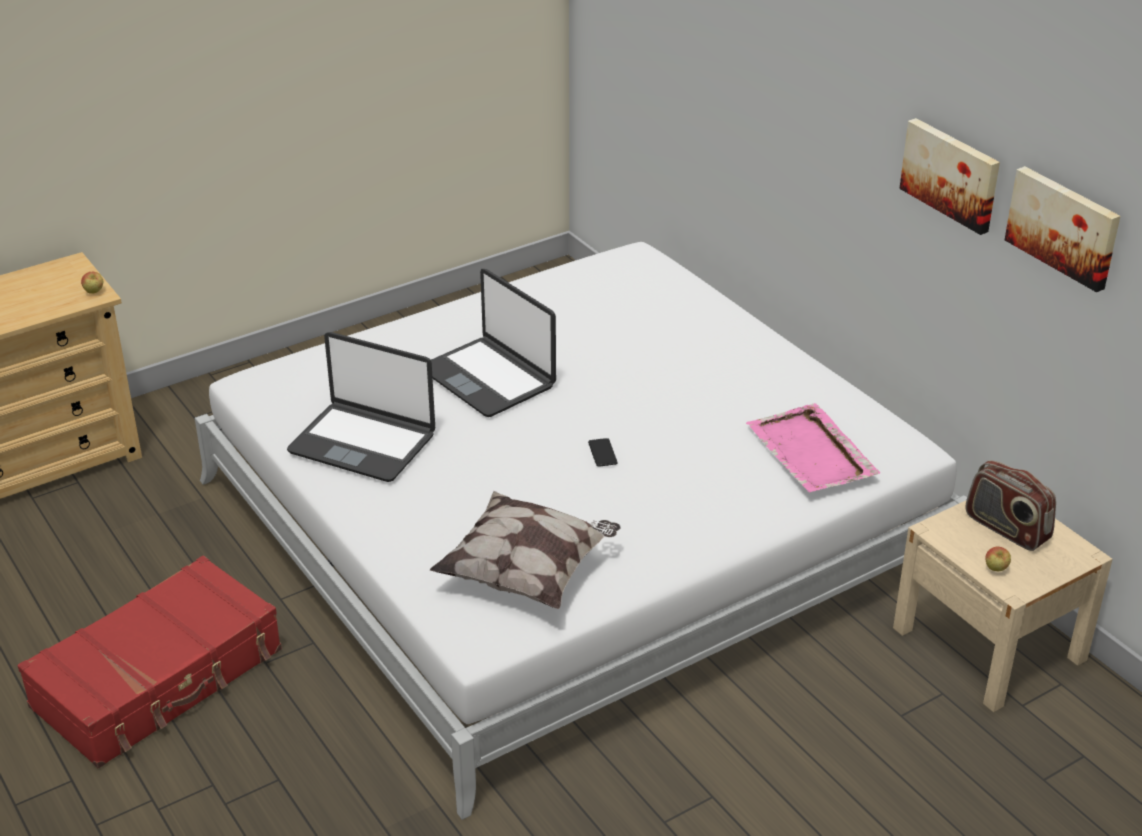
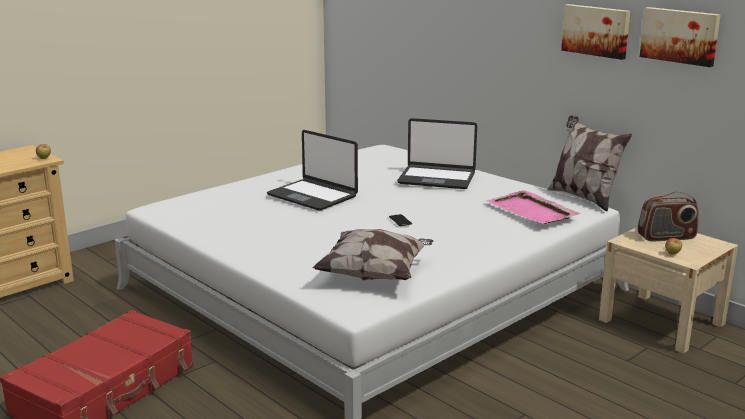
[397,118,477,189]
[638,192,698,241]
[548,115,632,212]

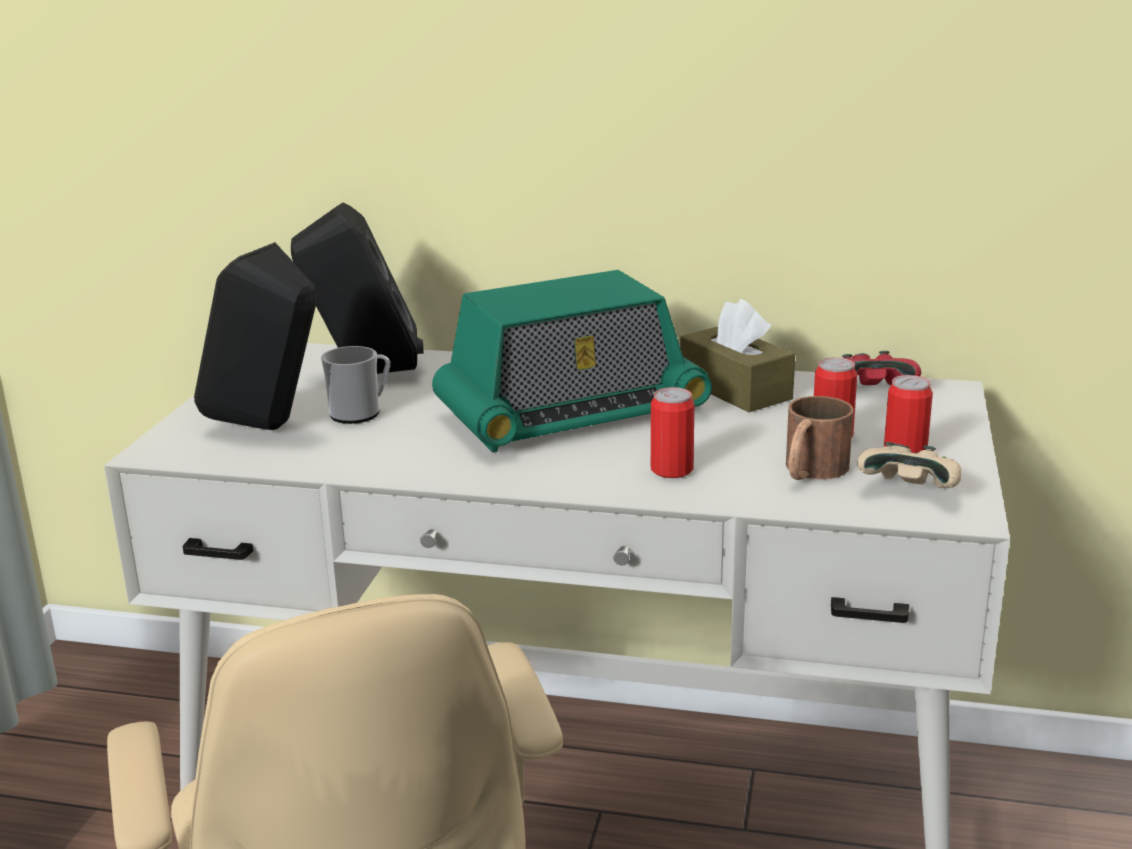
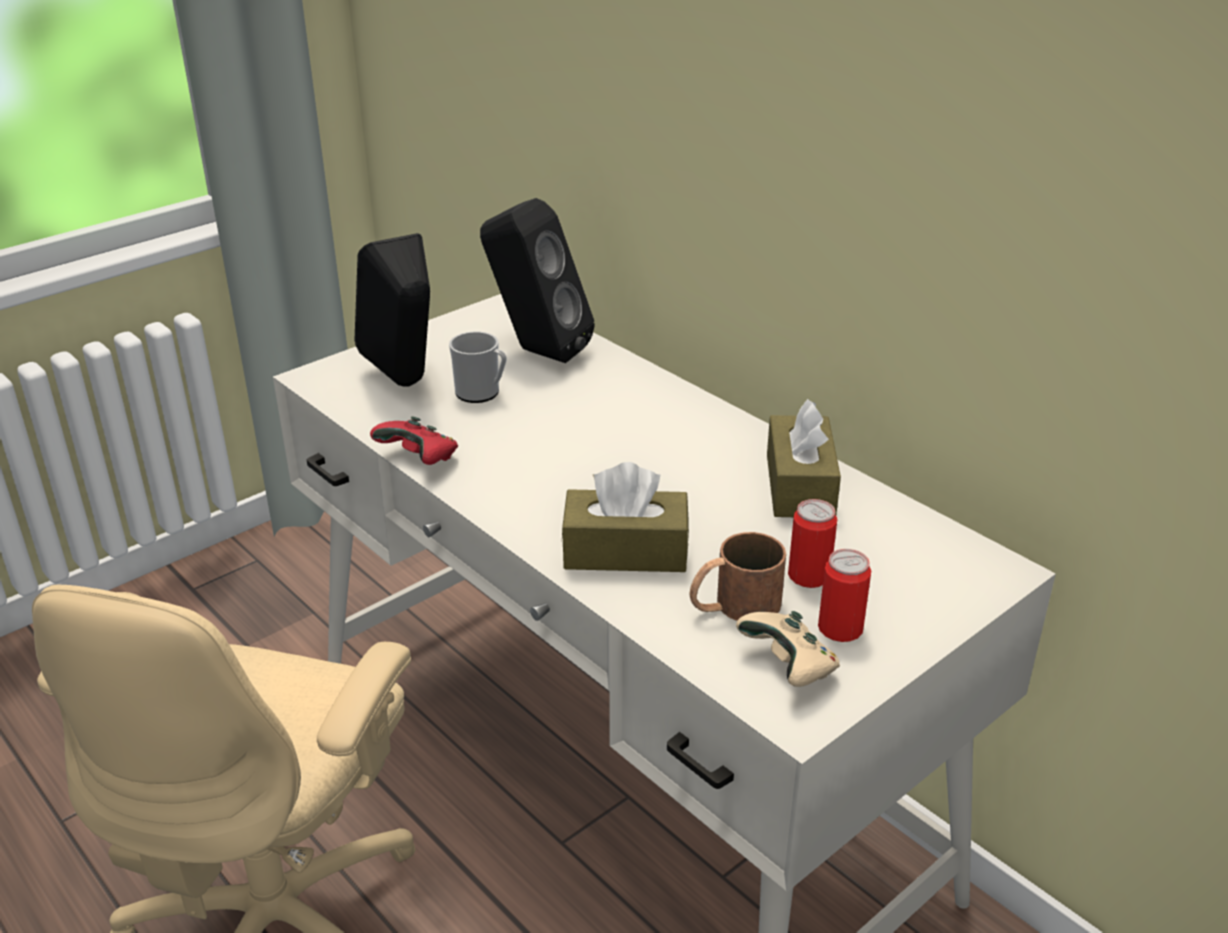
[432,270,712,453] (first image)
[370,416,458,465]
[562,462,689,572]

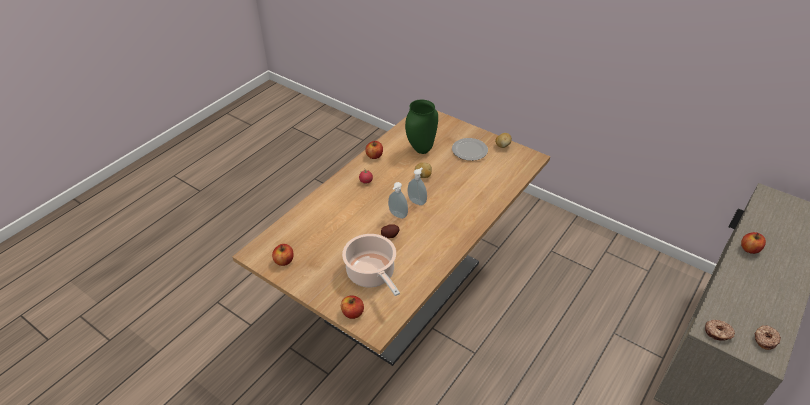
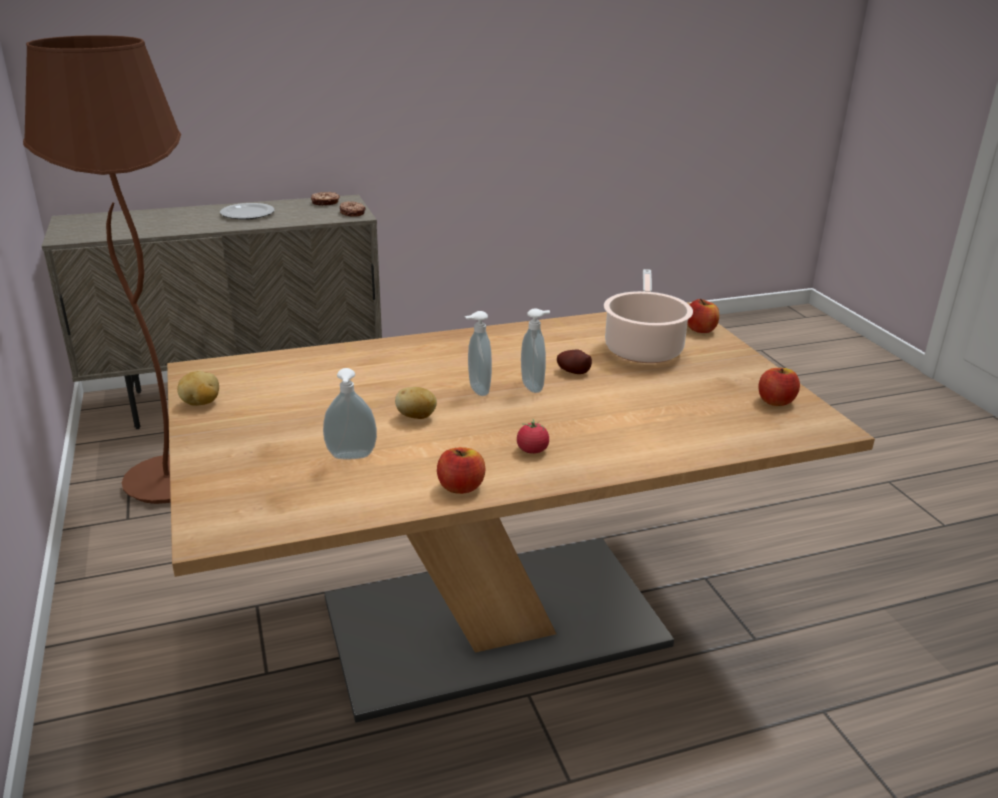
[323,368,377,459]
[220,203,275,220]
[741,232,766,254] (first image)
[23,35,181,504]

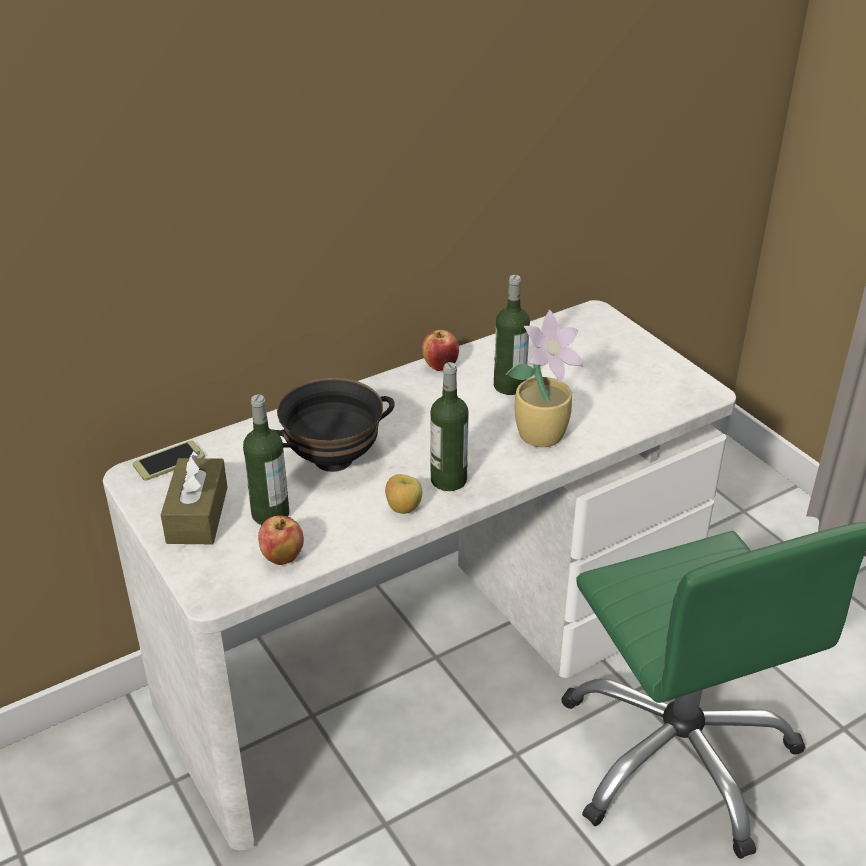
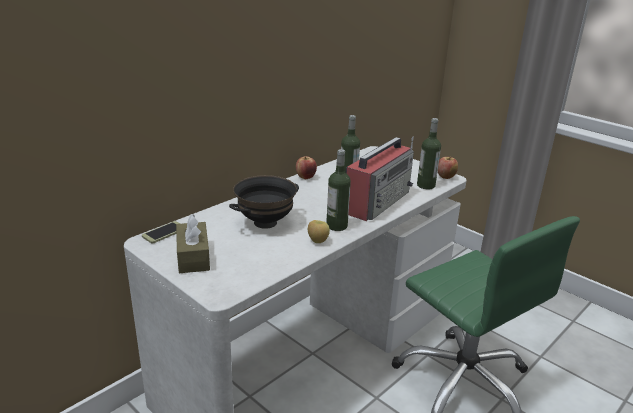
[346,136,414,221]
[417,118,441,189]
[438,156,458,179]

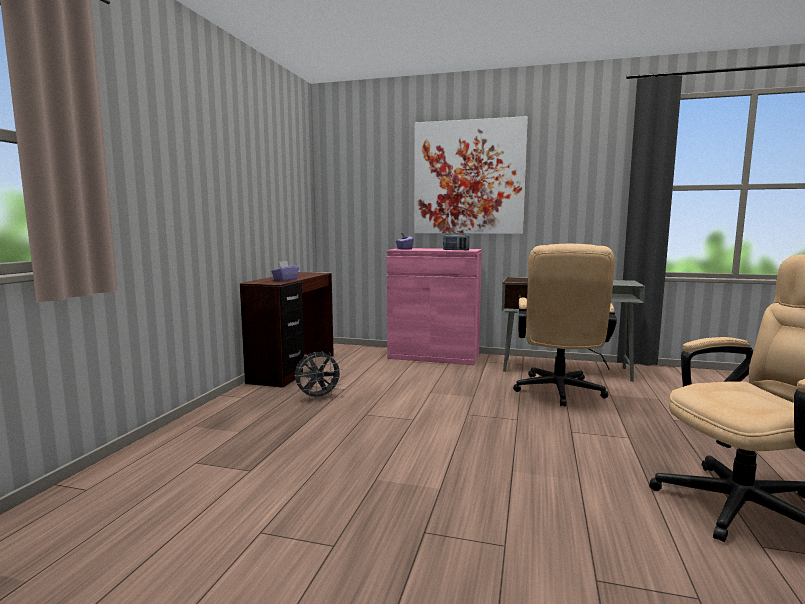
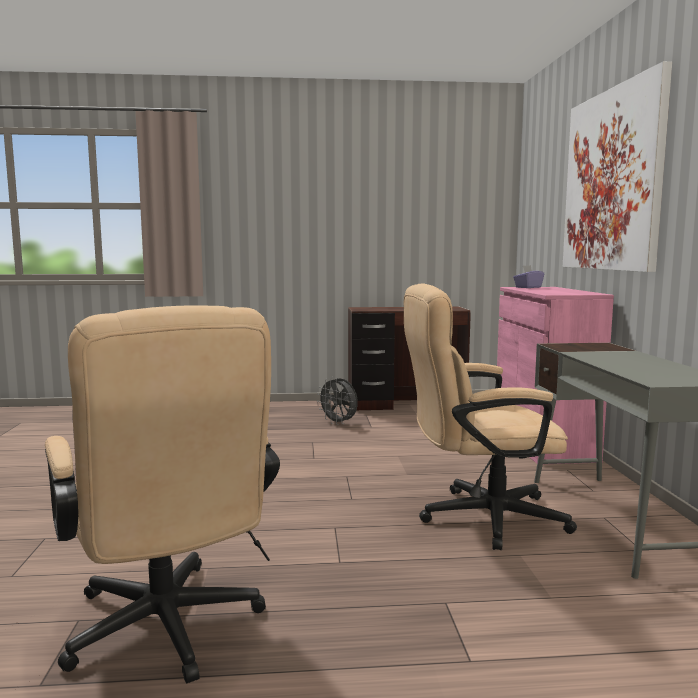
[443,233,469,251] (first image)
[271,261,299,281] (first image)

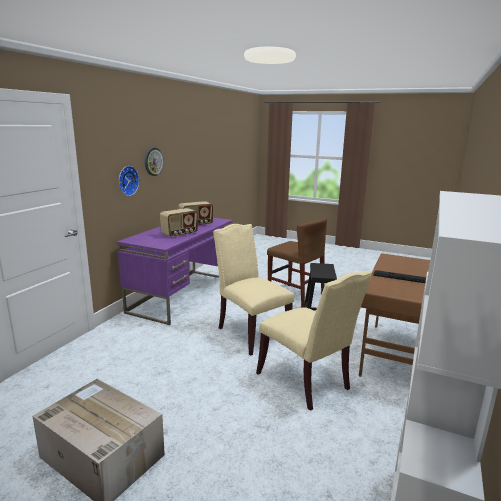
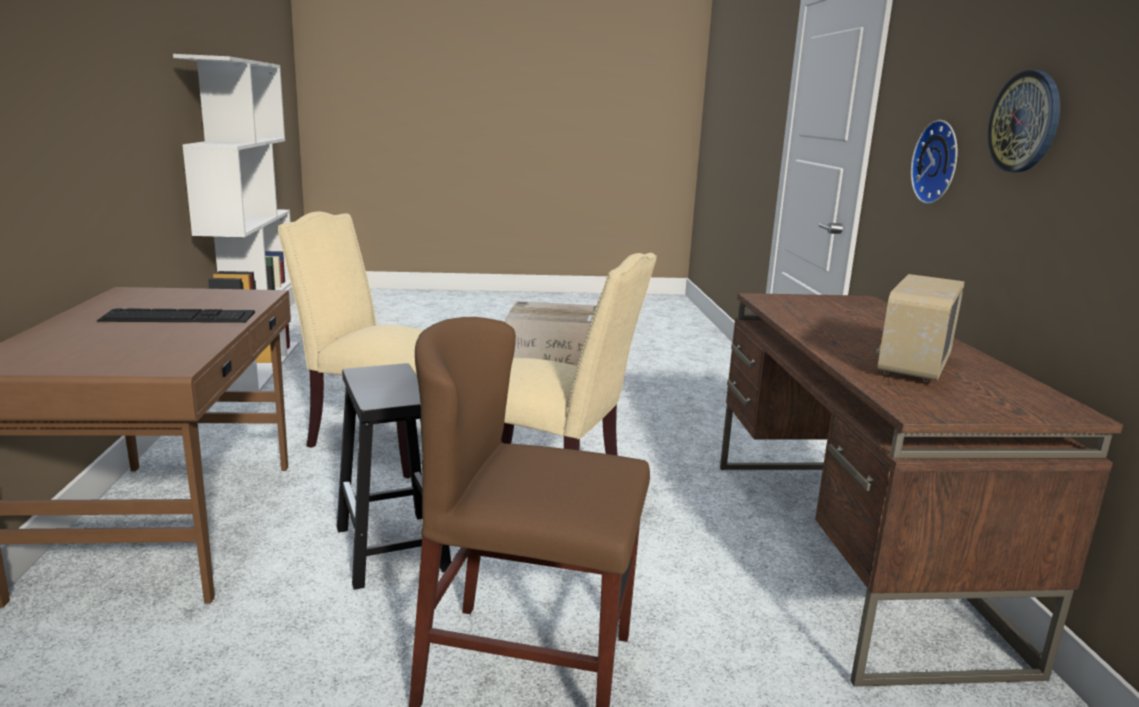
[160,208,198,237] (first image)
[720,293,1123,687]

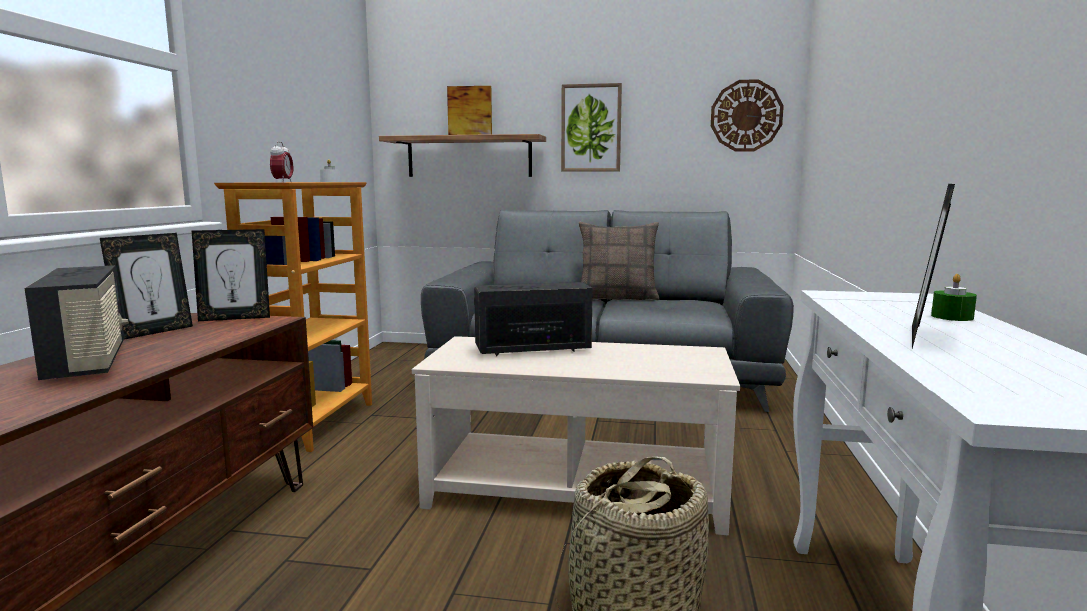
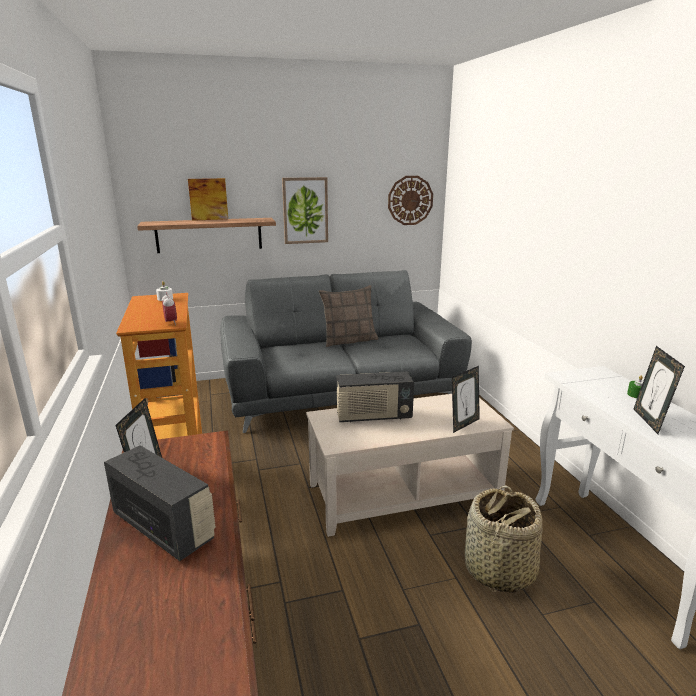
[452,366,480,433]
[337,372,414,423]

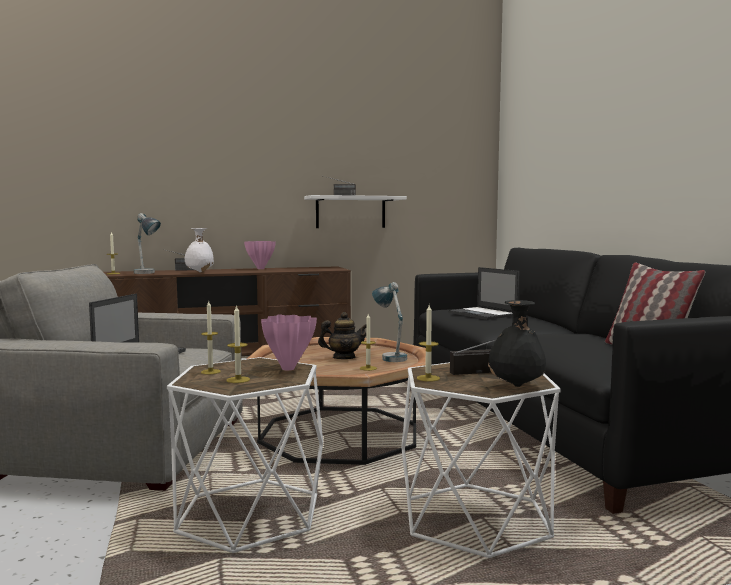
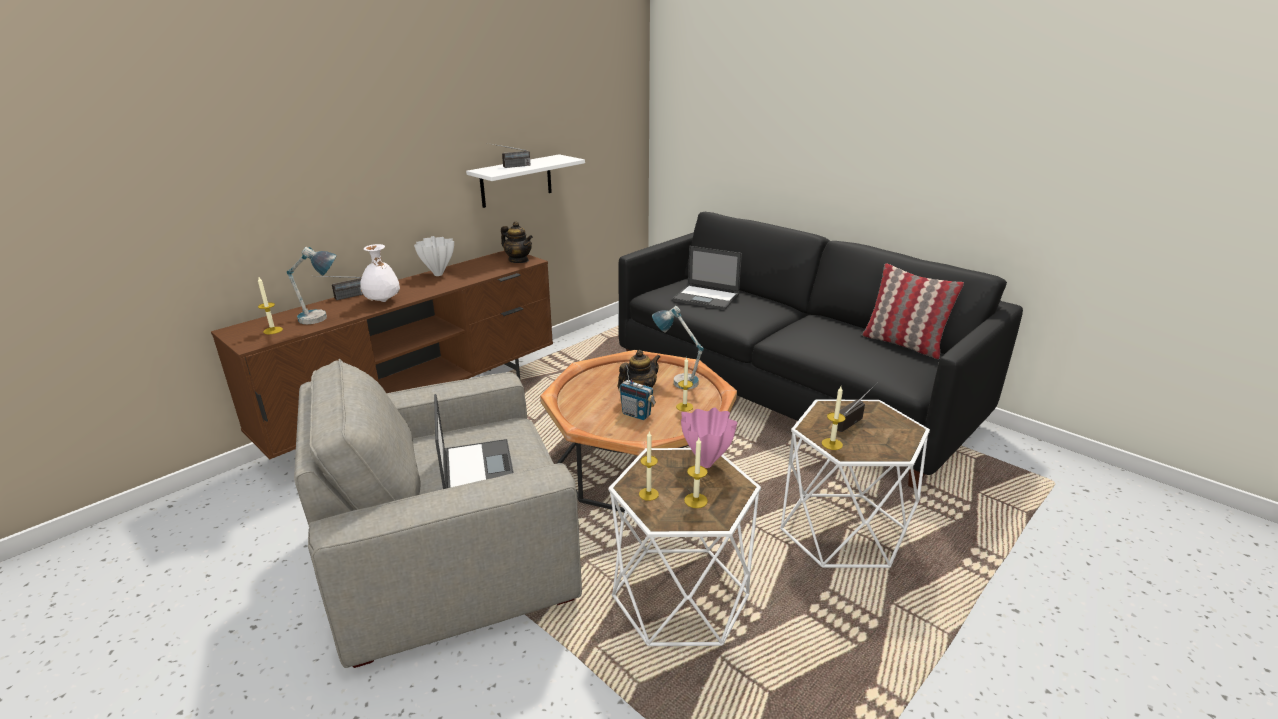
[414,236,454,276]
[488,300,546,387] (first image)
[501,221,533,263]
[619,365,656,420]

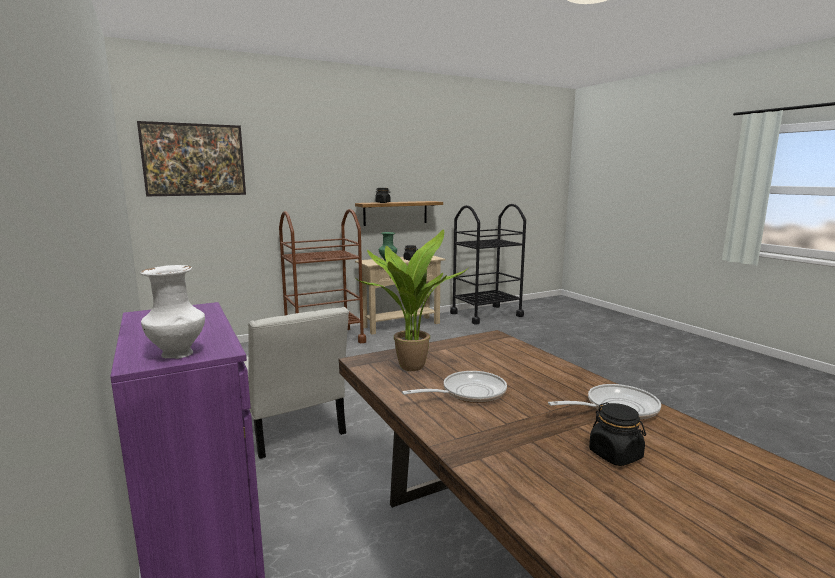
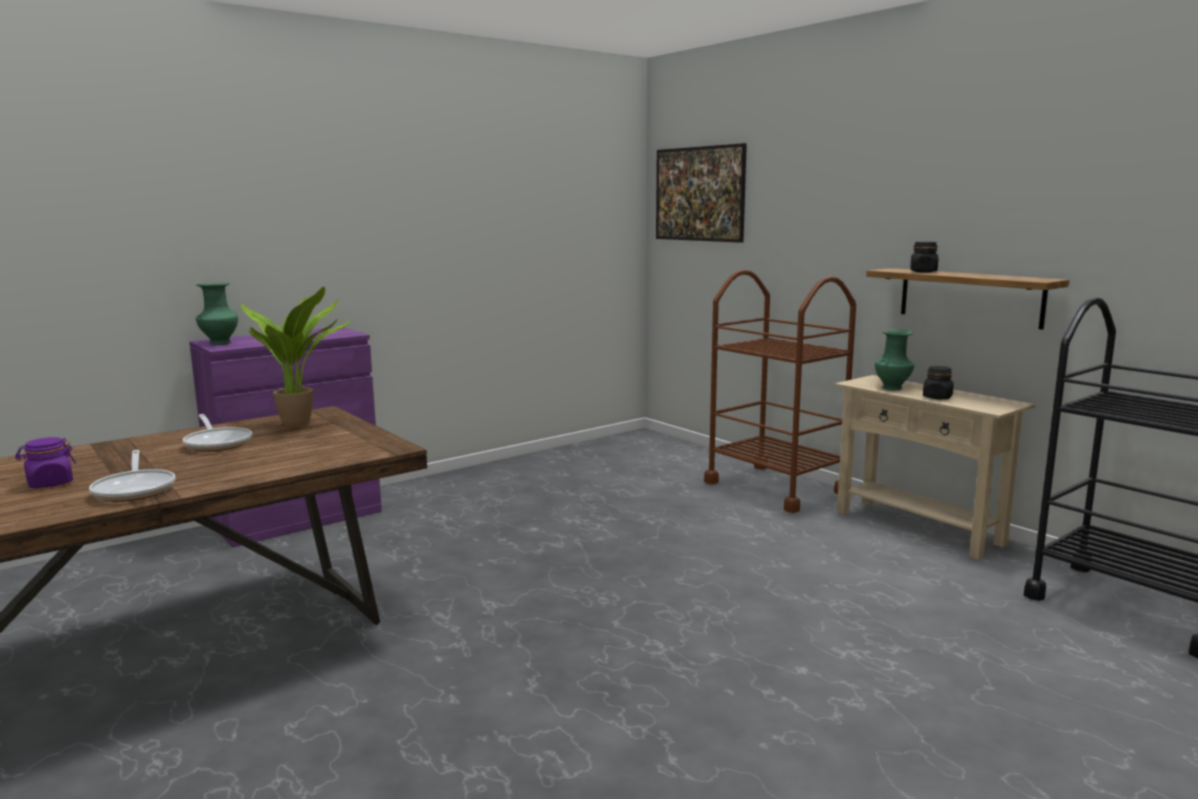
[196,283,238,345]
[244,307,349,459] (first image)
[15,437,76,488]

